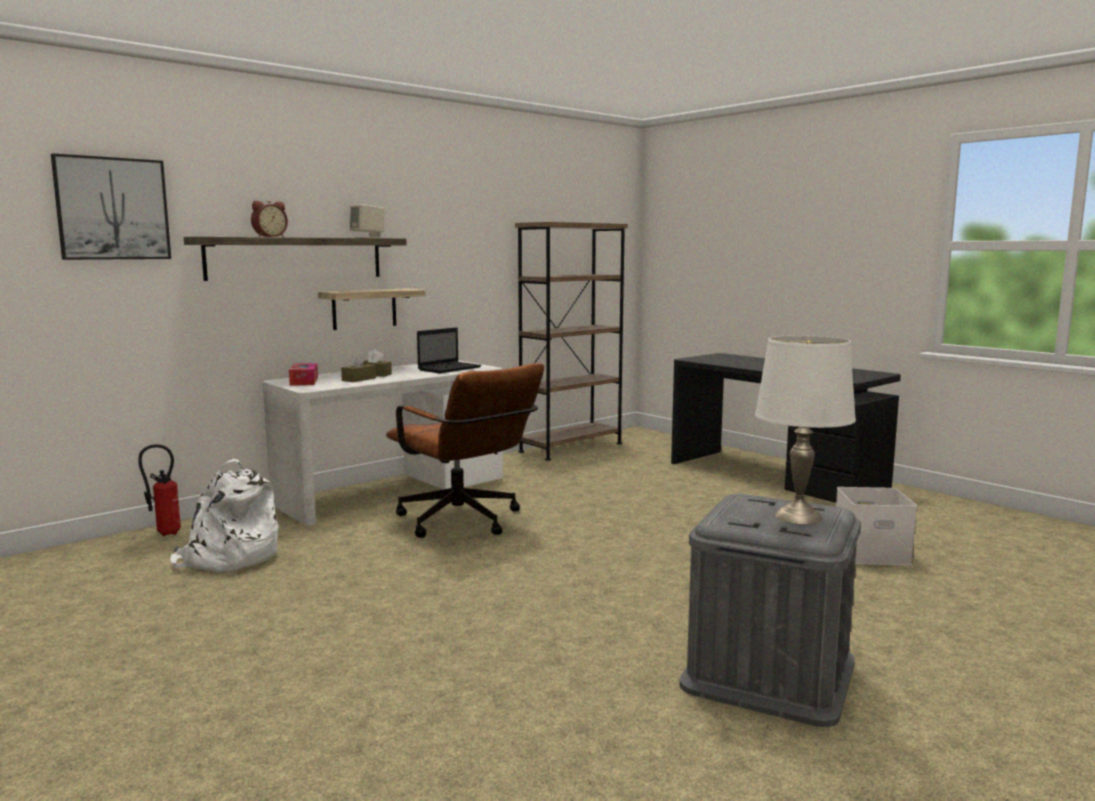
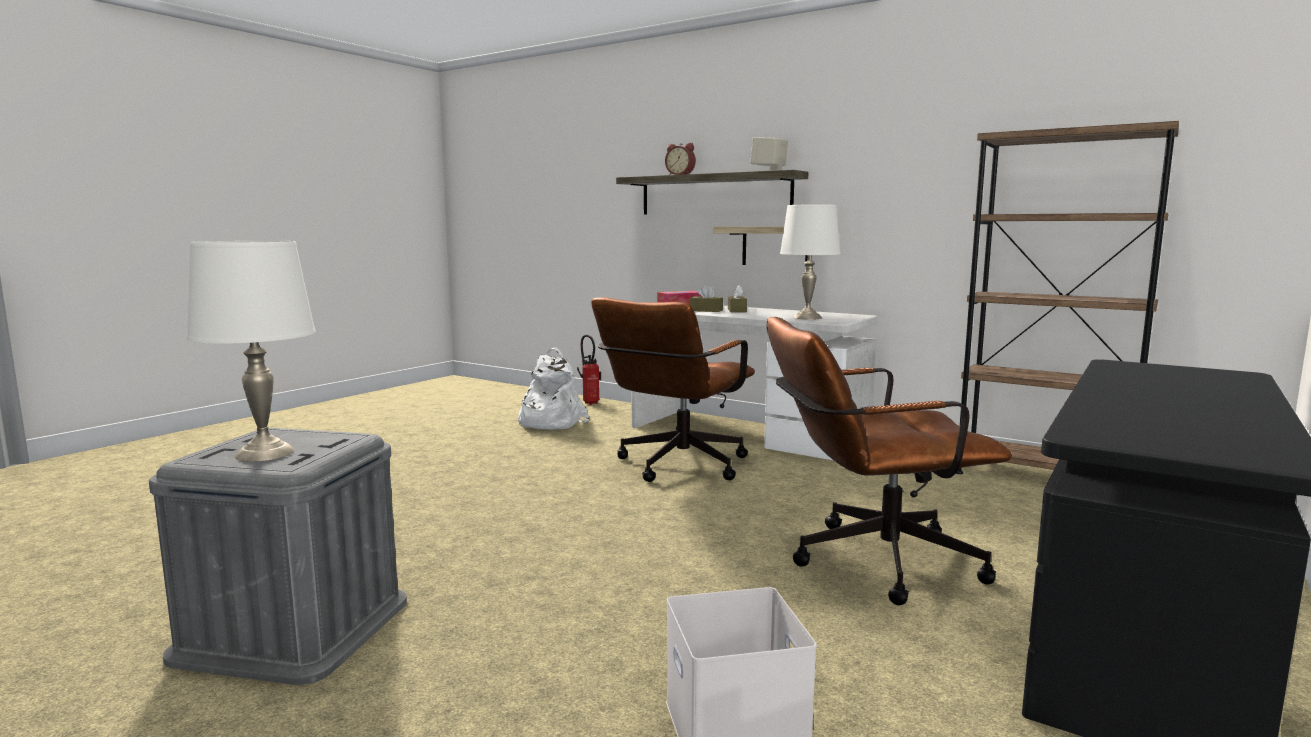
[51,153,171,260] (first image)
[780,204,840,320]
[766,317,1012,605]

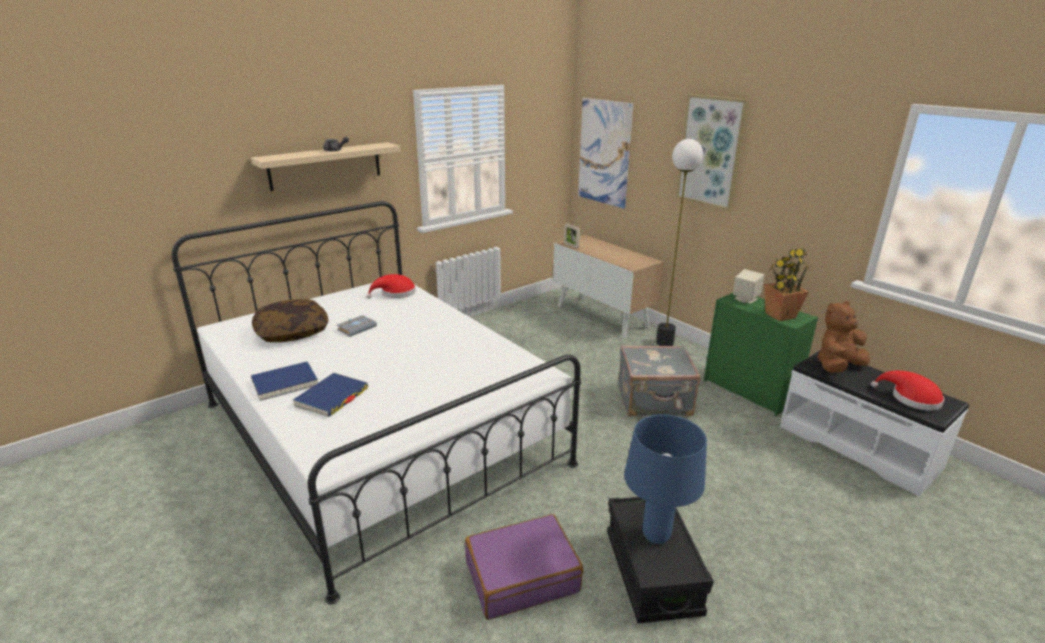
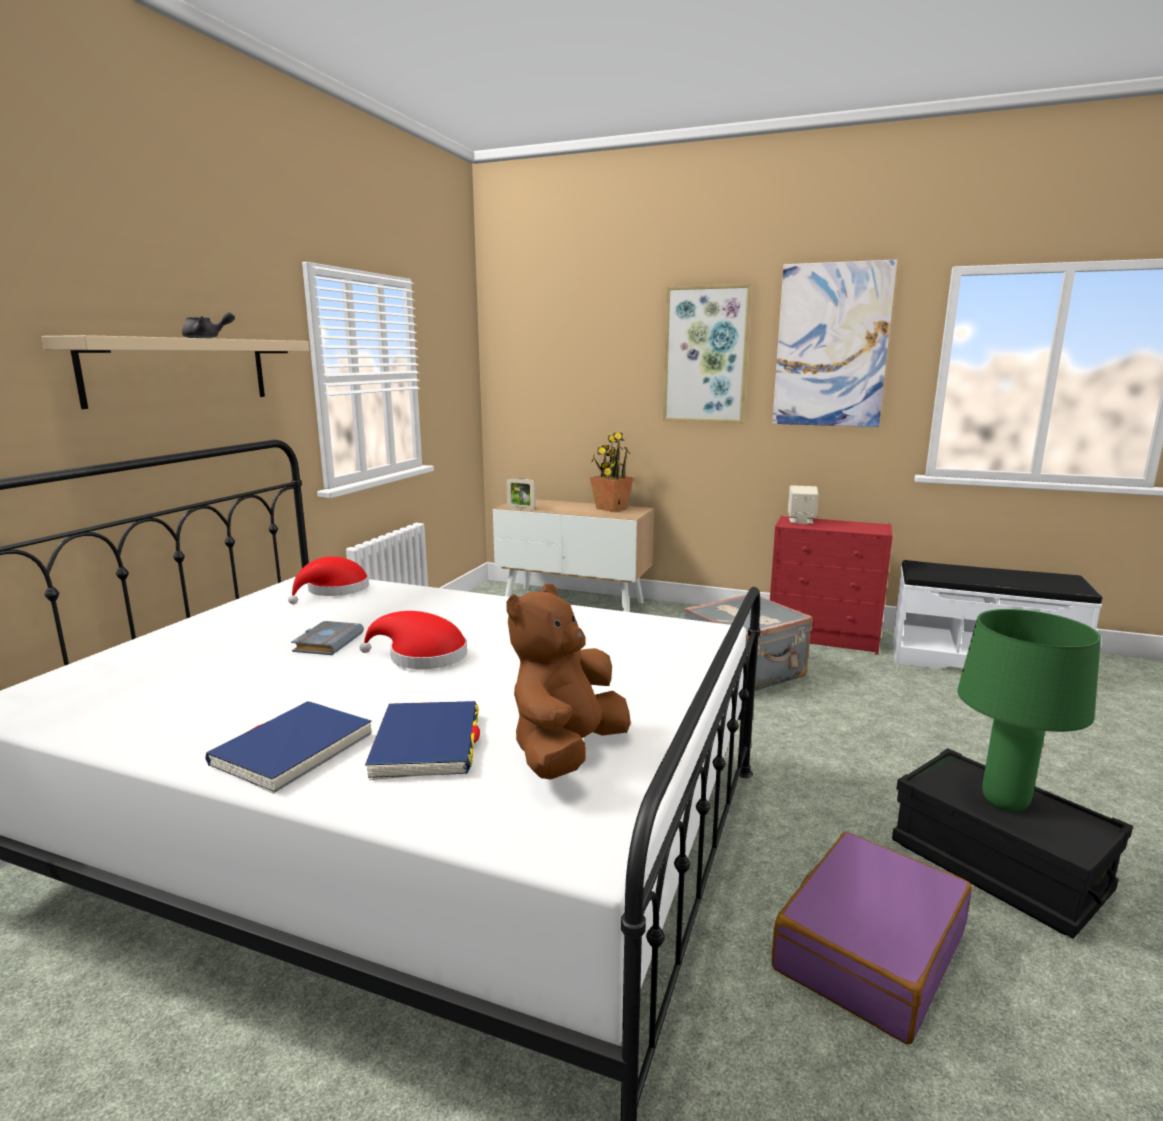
[772,260,897,427]
[656,139,703,346] (first image)
[590,433,633,512]
[770,516,893,655]
[252,299,328,342] (first image)
[506,584,631,780]
[360,611,467,669]
[957,609,1101,812]

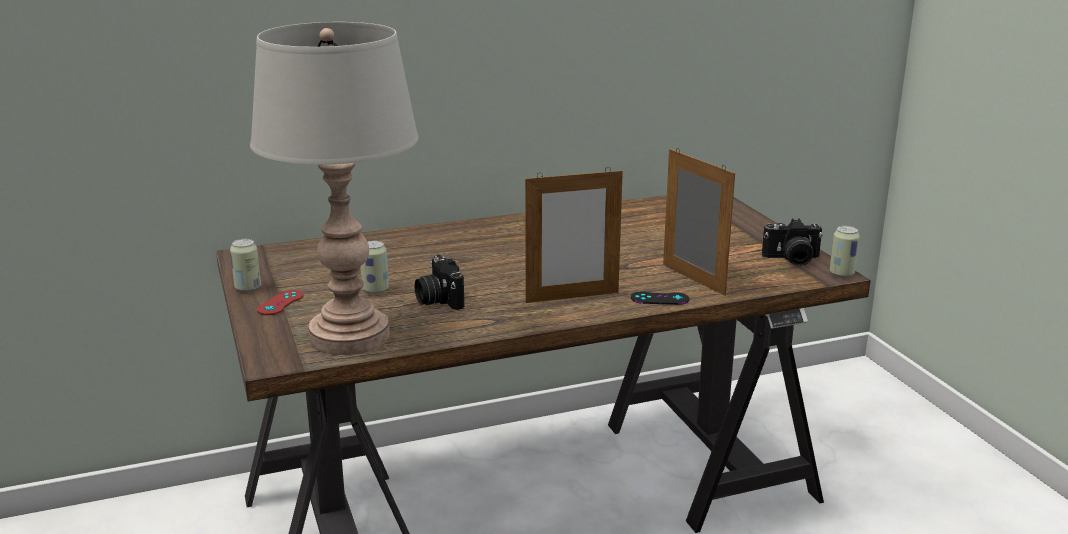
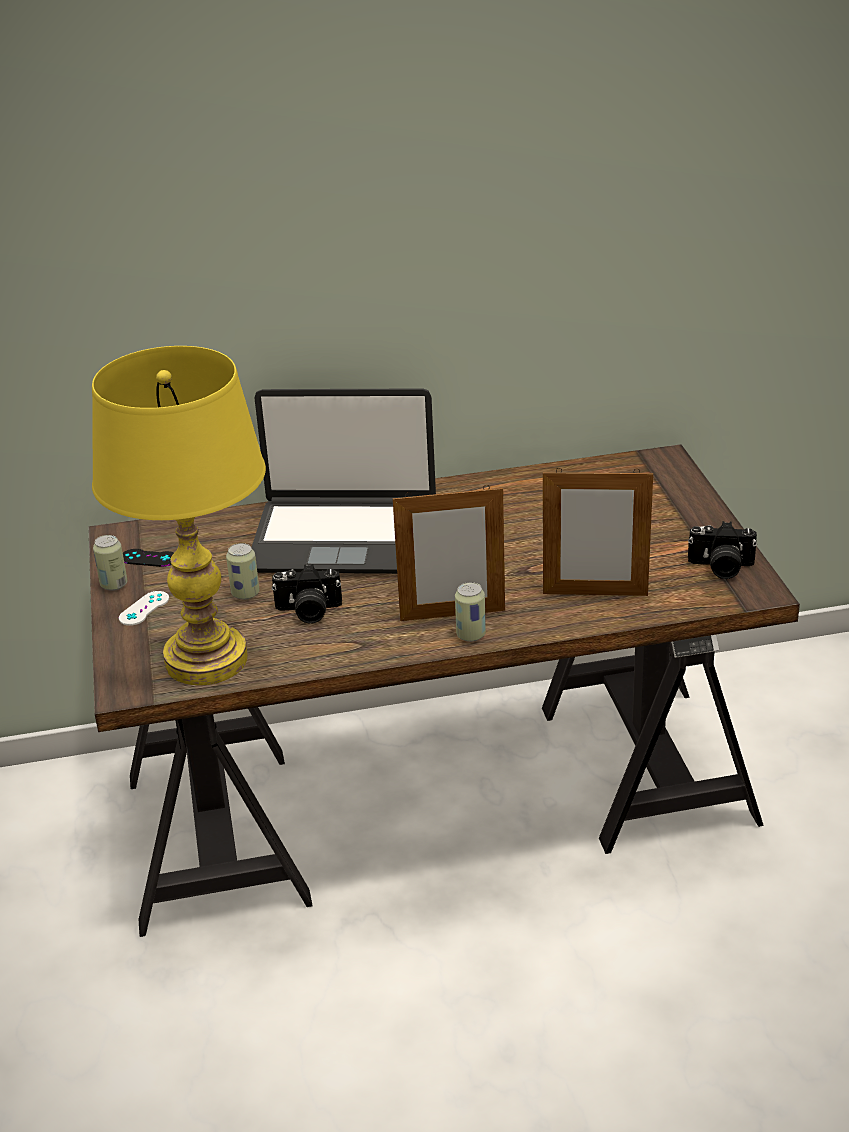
[92,346,266,685]
[543,468,653,596]
[455,582,486,642]
[271,564,342,624]
[119,591,169,626]
[123,549,174,567]
[251,388,436,574]

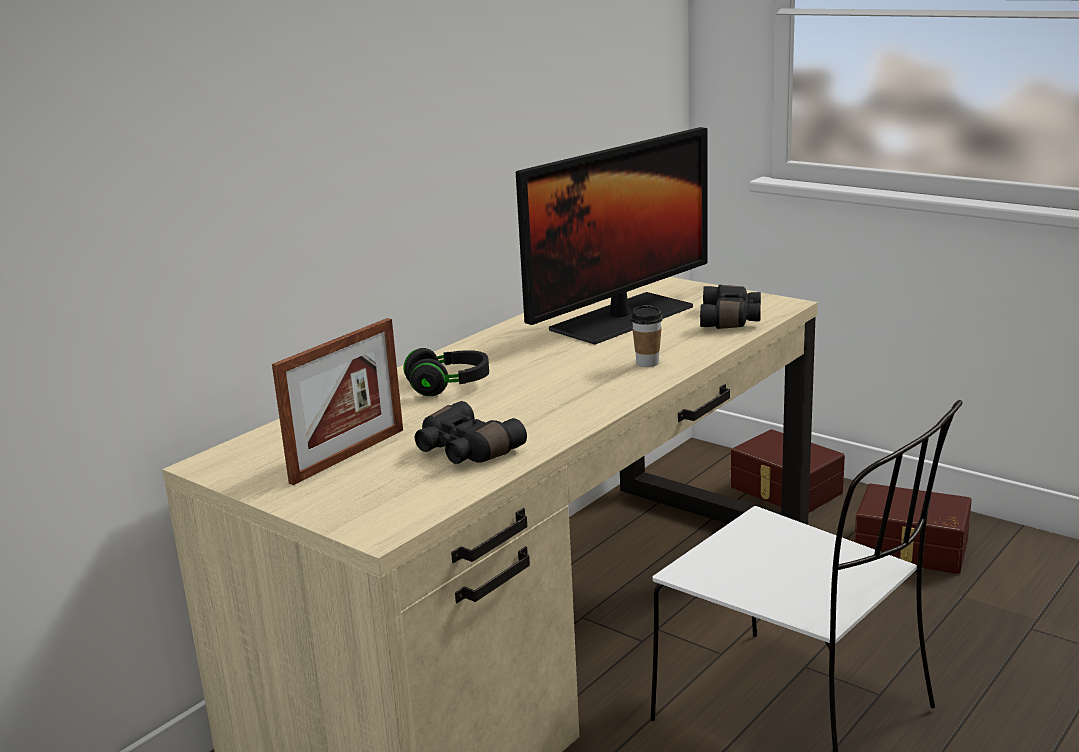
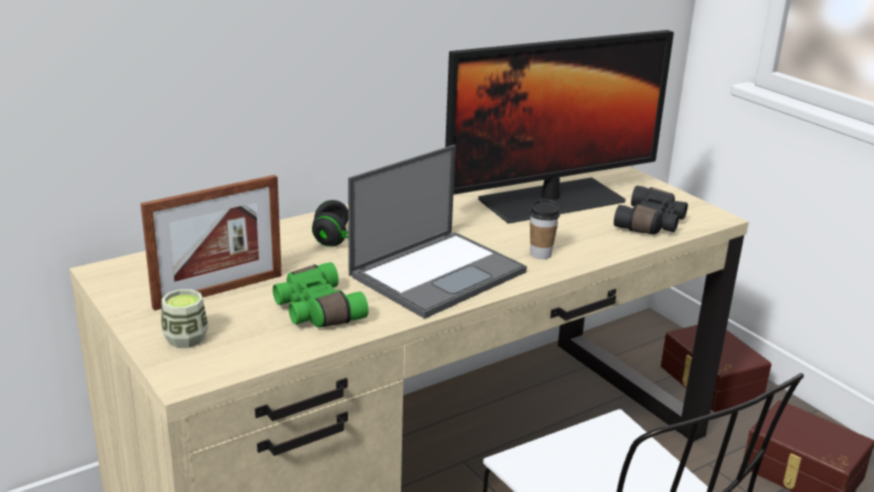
[273,262,369,327]
[348,145,527,319]
[161,289,208,348]

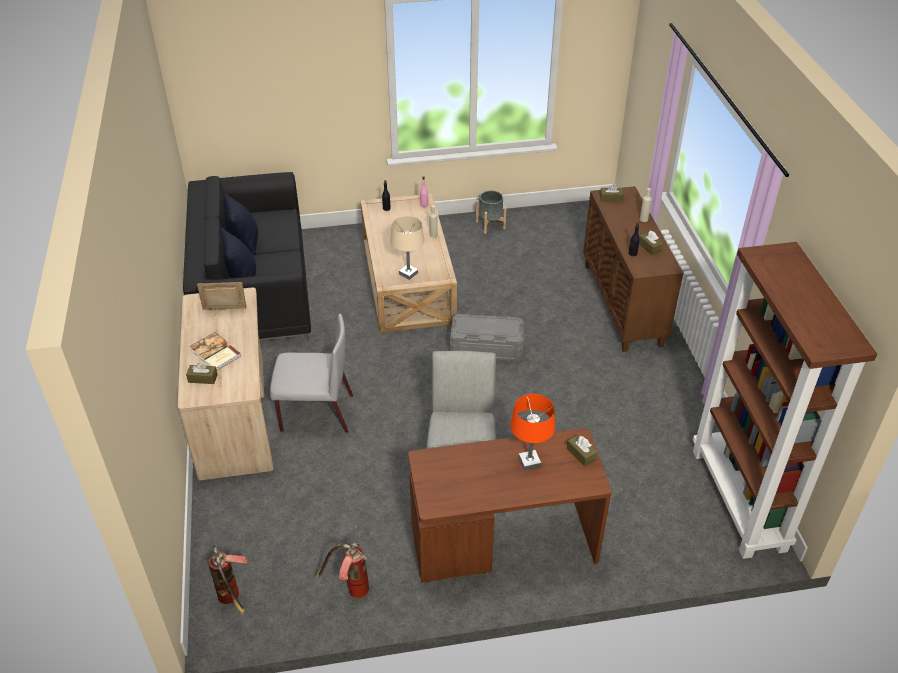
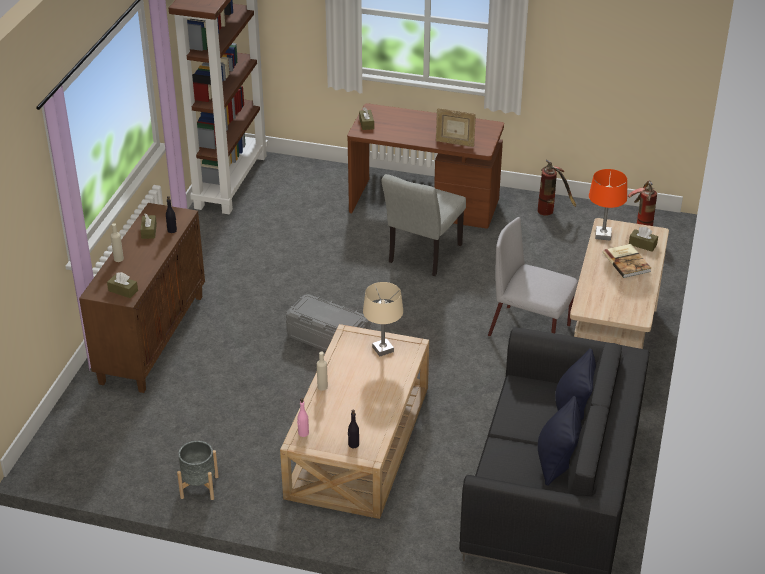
[436,108,476,147]
[589,169,627,241]

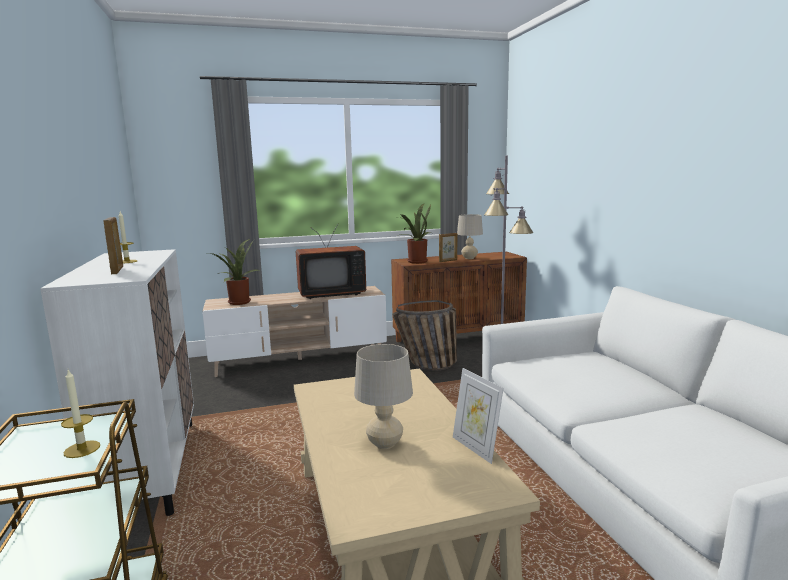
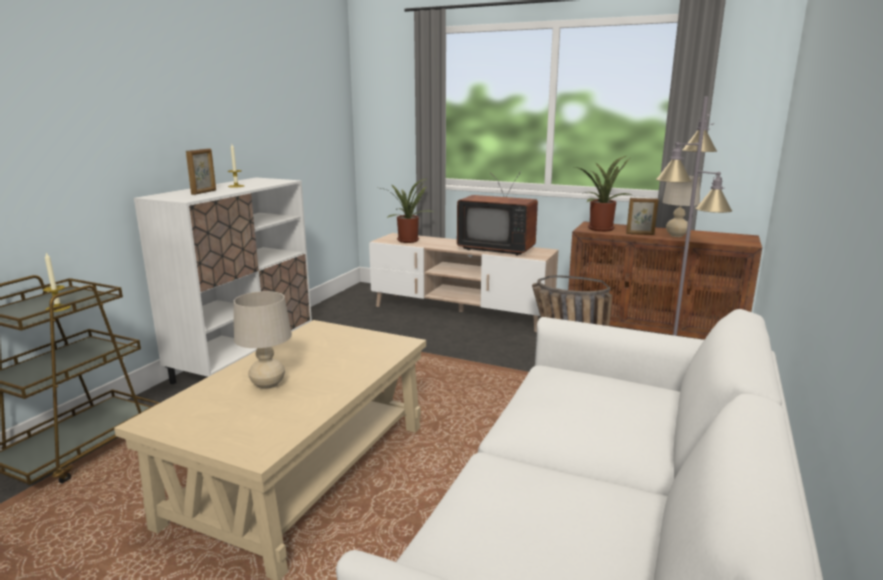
[453,368,504,464] (first image)

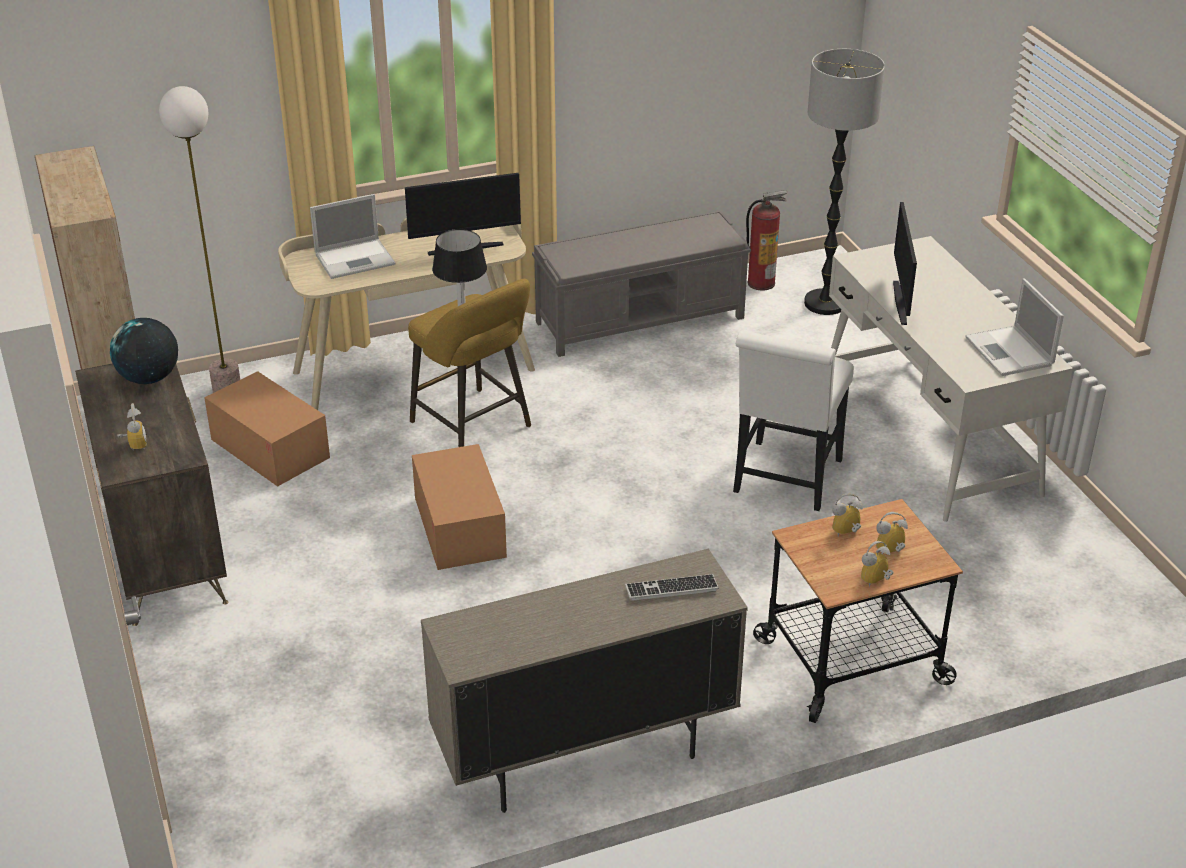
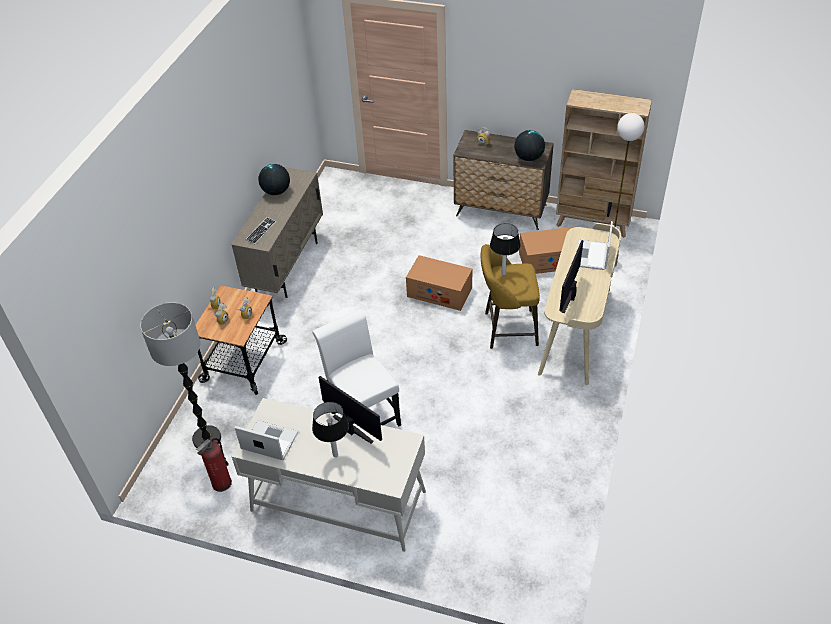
[140,302,221,448]
[196,438,232,492]
[532,211,751,357] (first image)
[258,164,290,195]
[312,402,349,457]

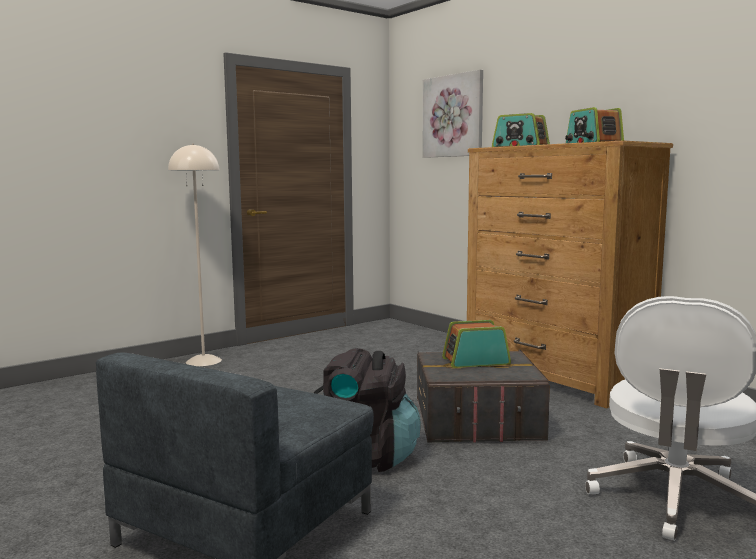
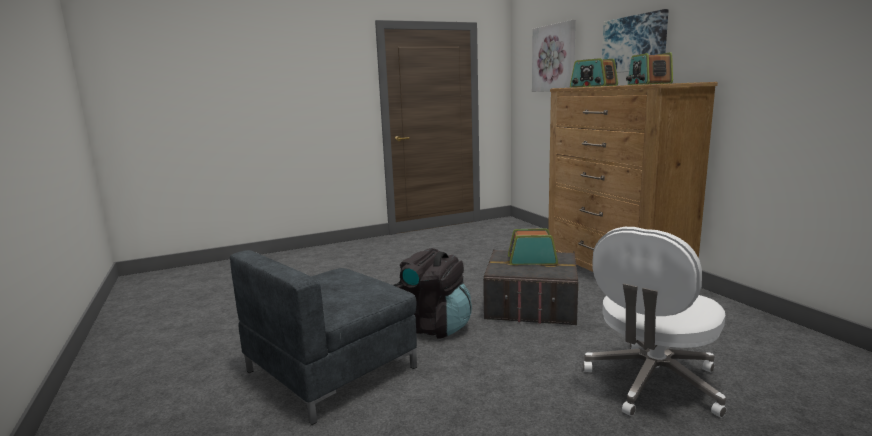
[168,143,222,366] (first image)
[602,9,669,73]

